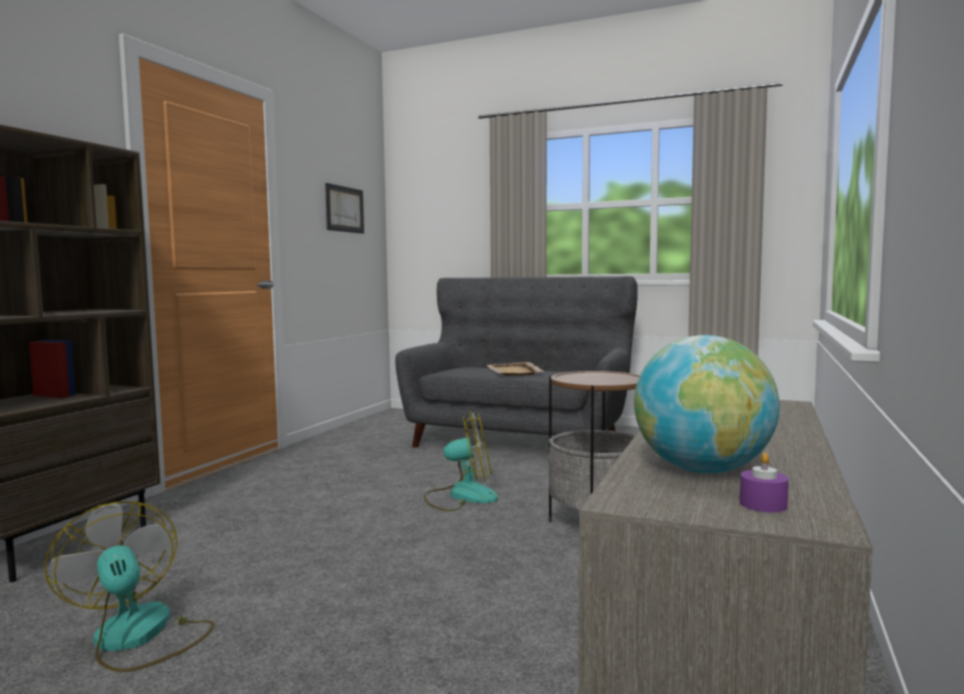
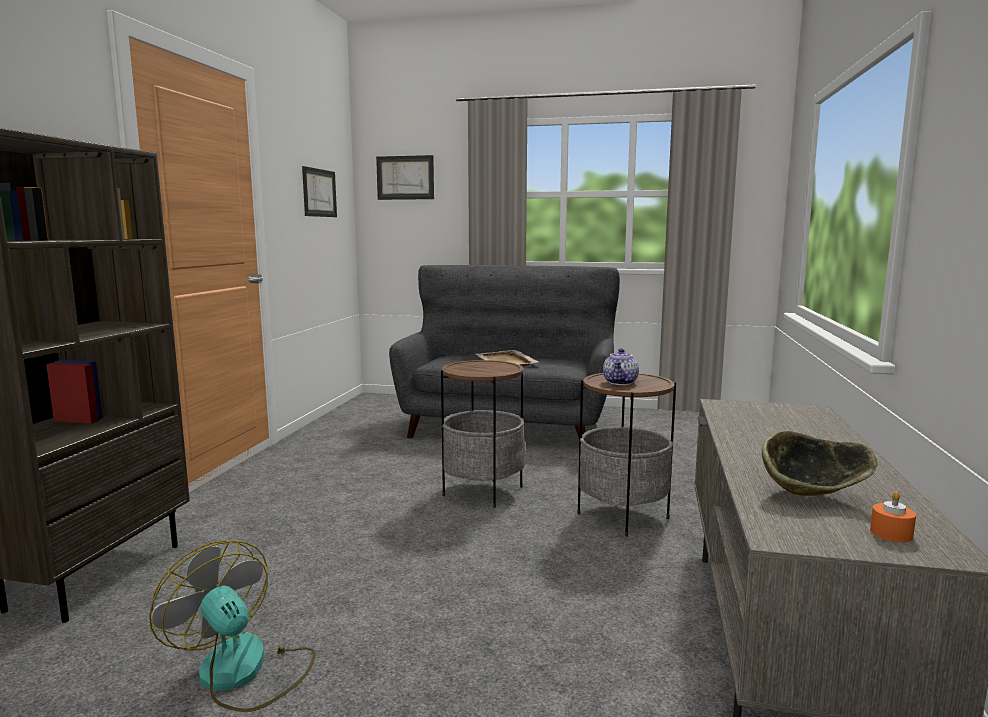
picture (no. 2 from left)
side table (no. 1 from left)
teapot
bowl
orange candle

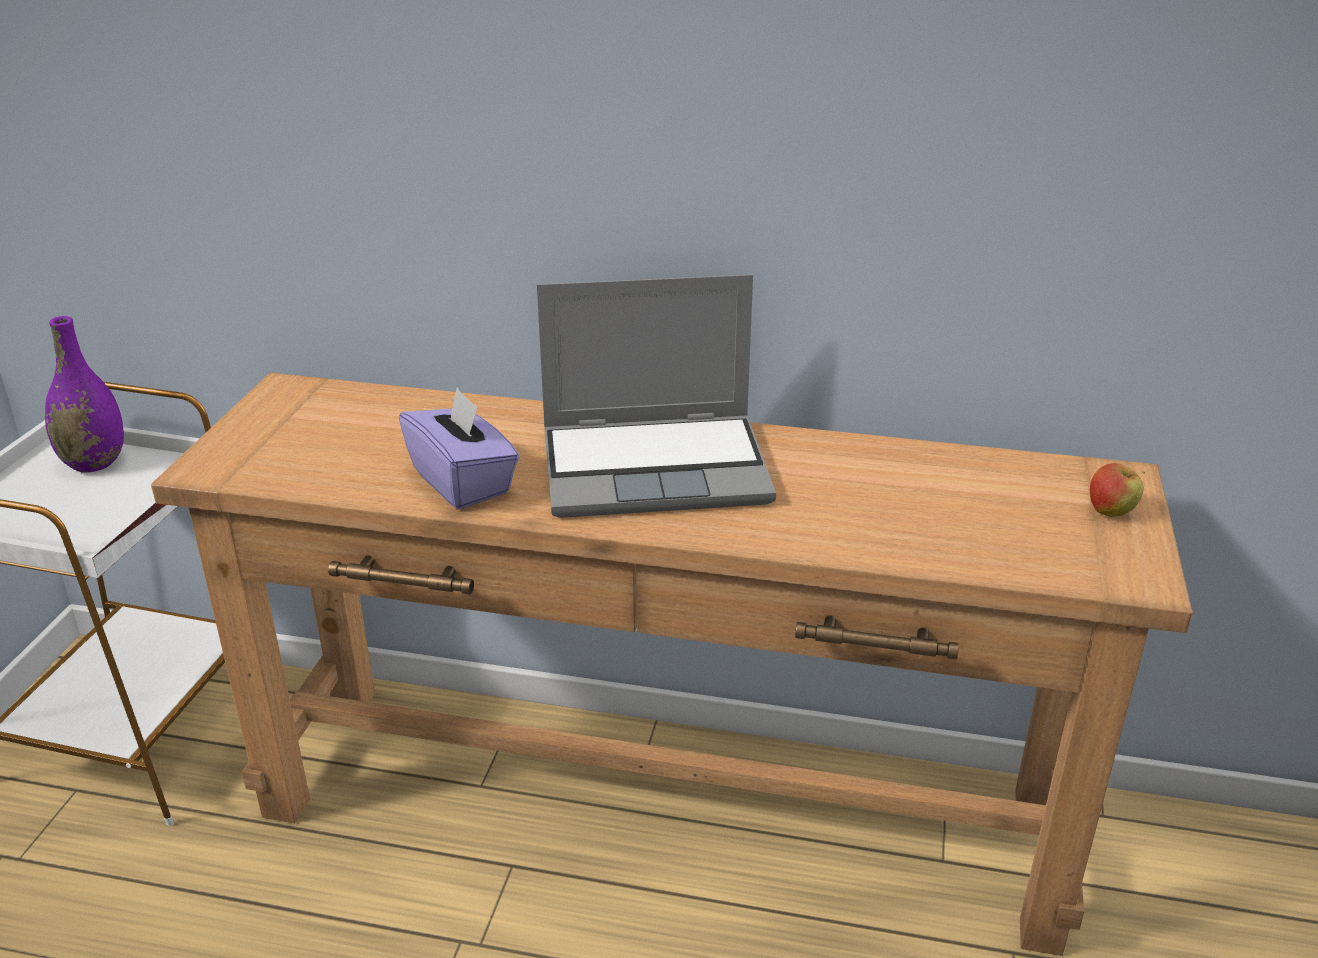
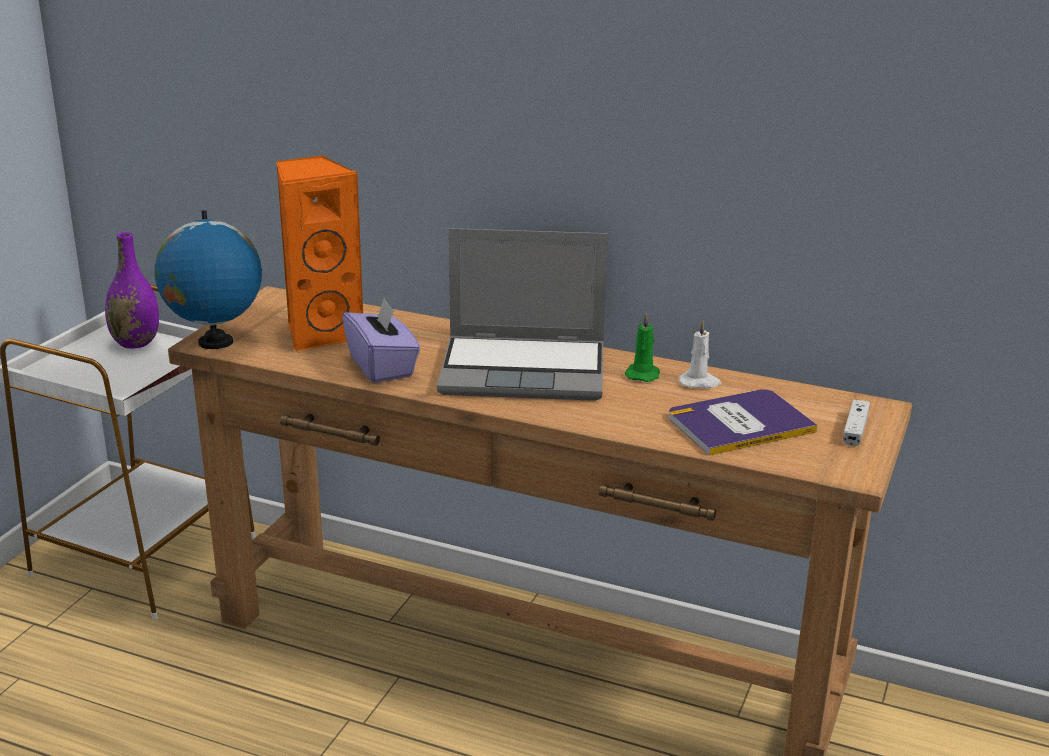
globe
orange speaker
green candle
book
white candle
white game controller

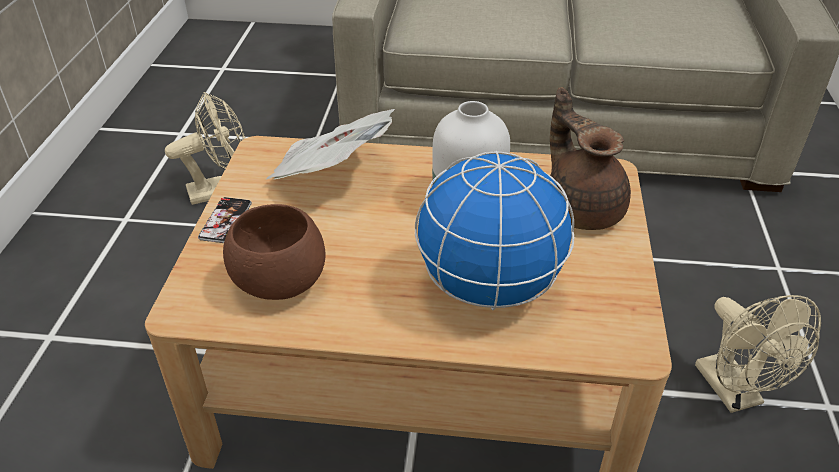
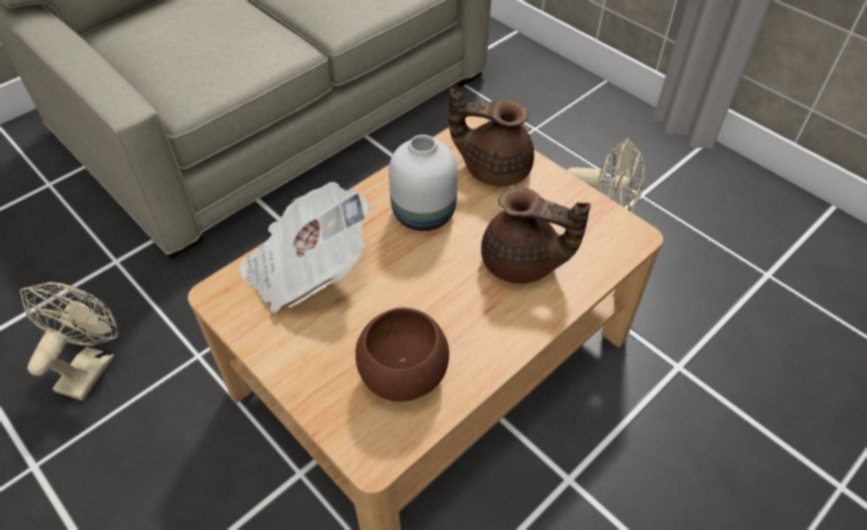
brown teapot (no. 2 from left)
phone

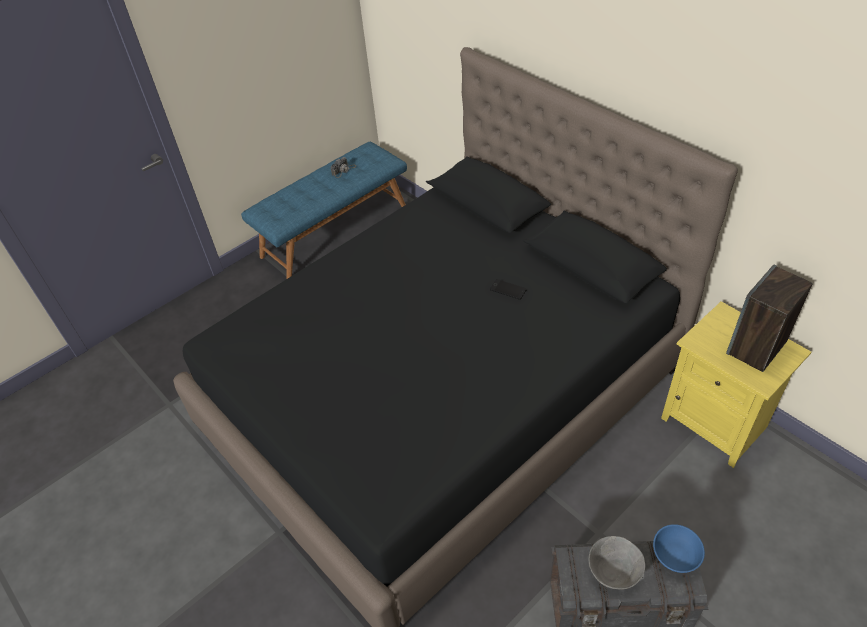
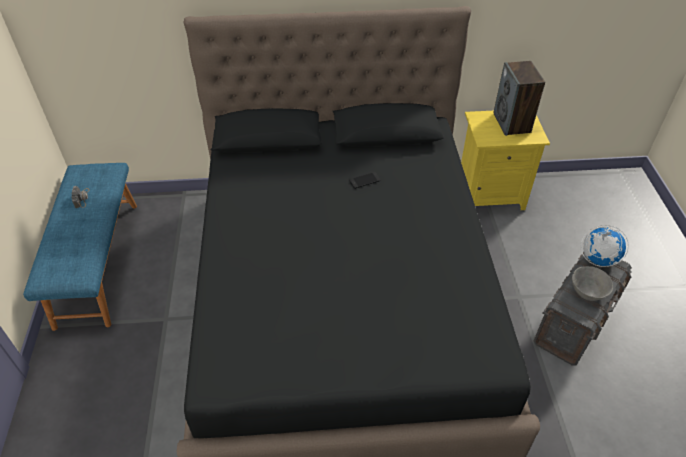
globe

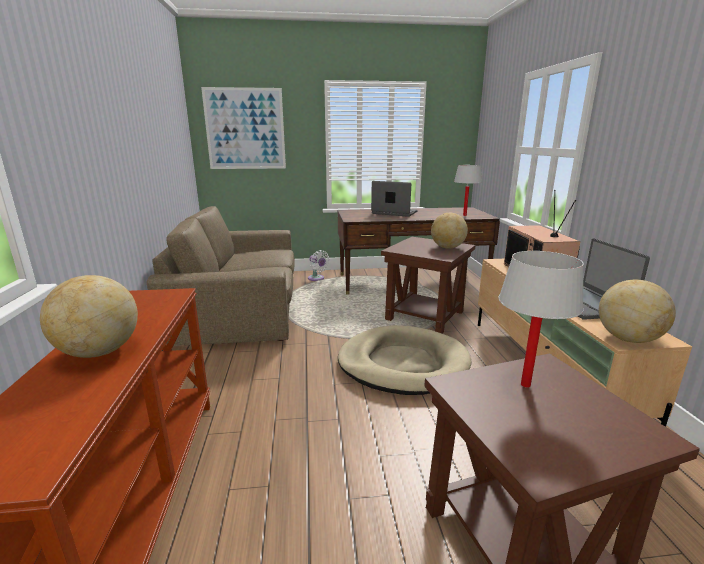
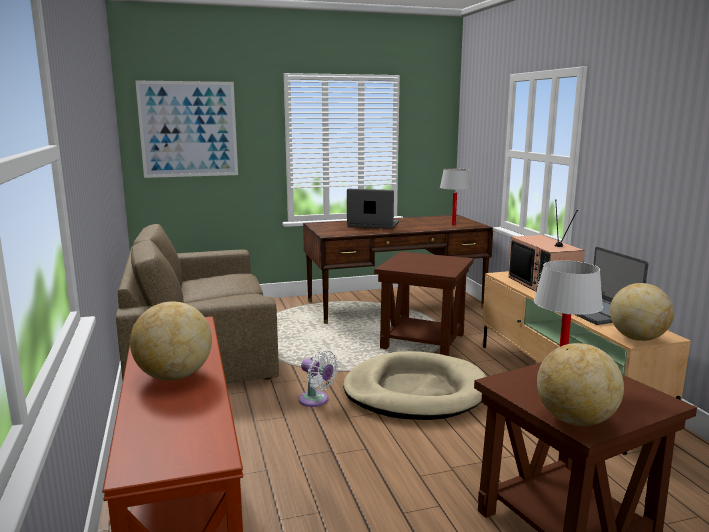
white fan
globe (no. 2 from left)

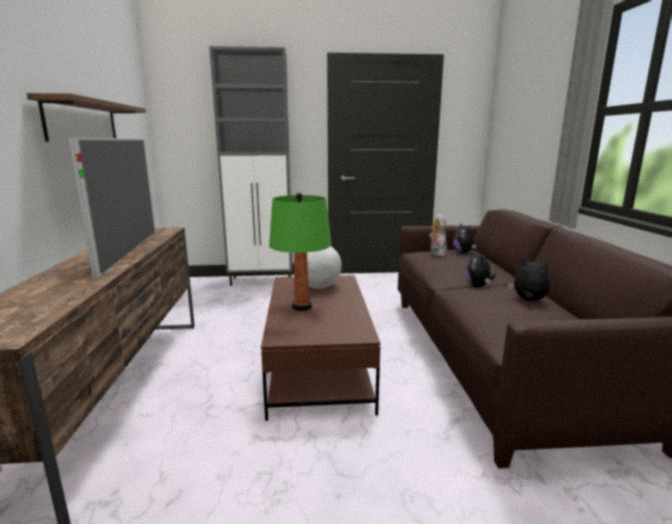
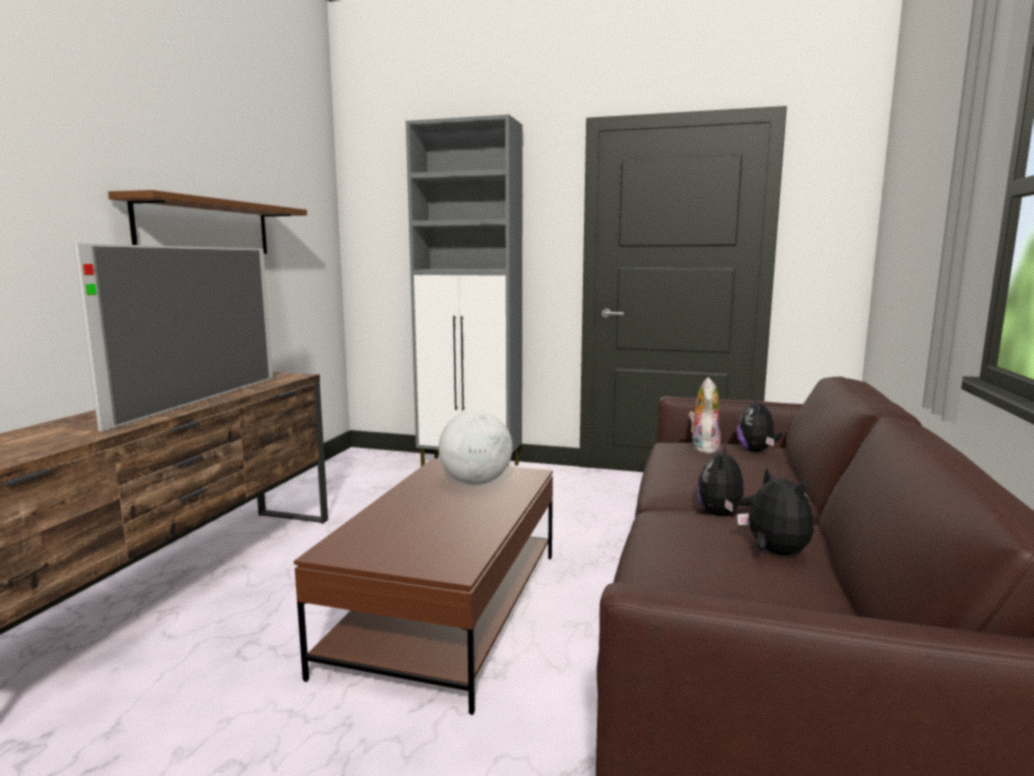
green table lamp

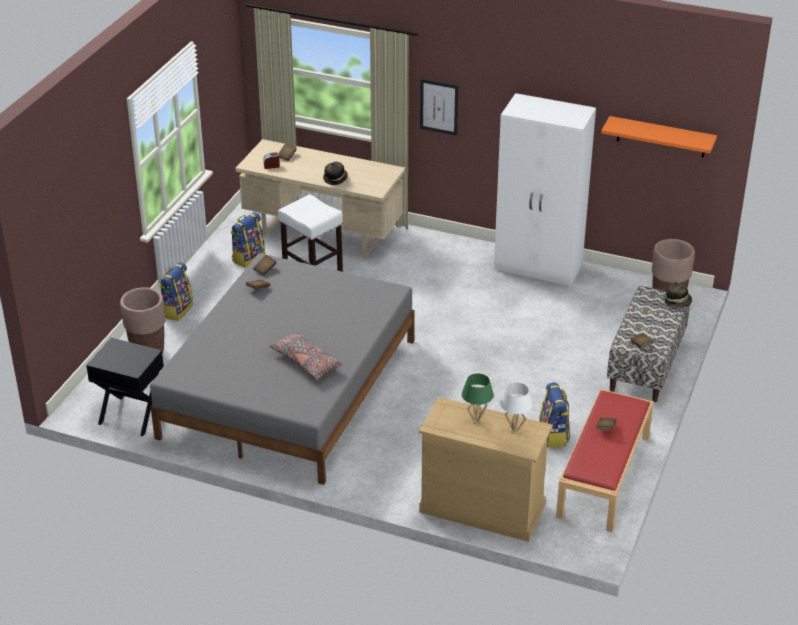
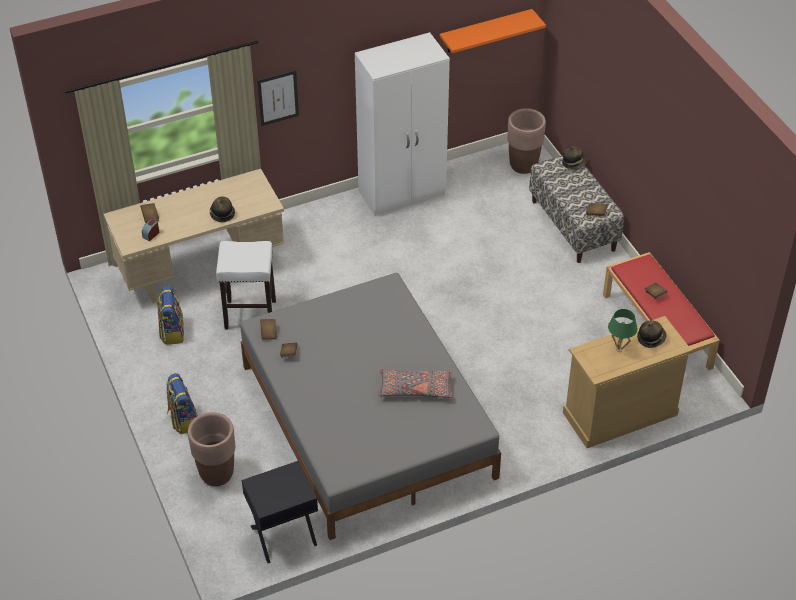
hat (no. 3 from left)
backpack (no. 3 from left in the first image)

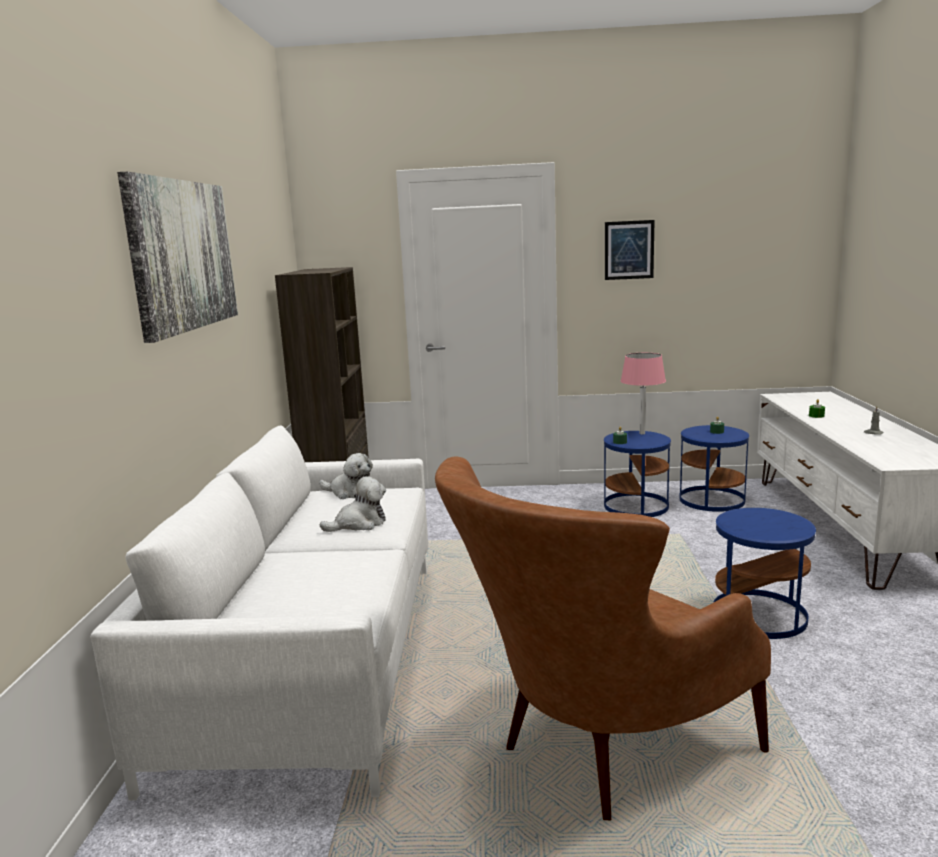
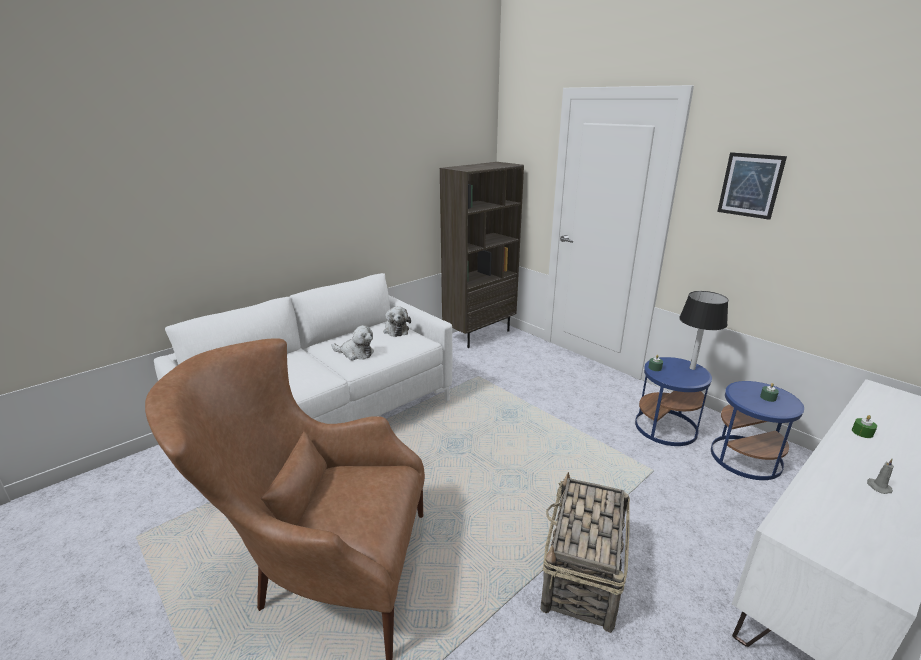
basket
black table lamp
picture (no. 1 from left in the first image)

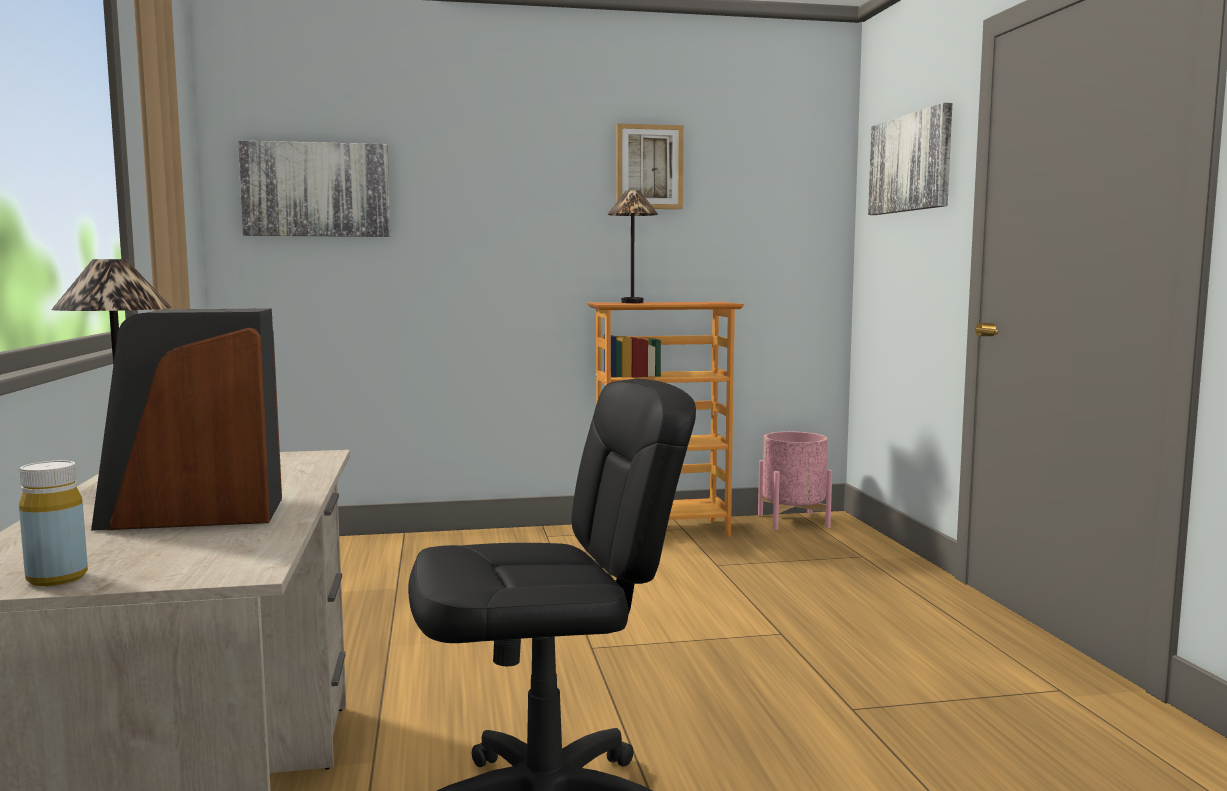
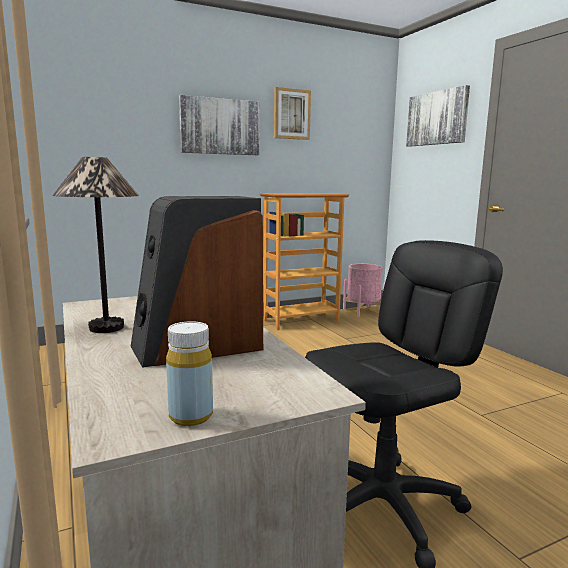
picture (no. 1 from left)
table lamp (no. 2 from left in the first image)

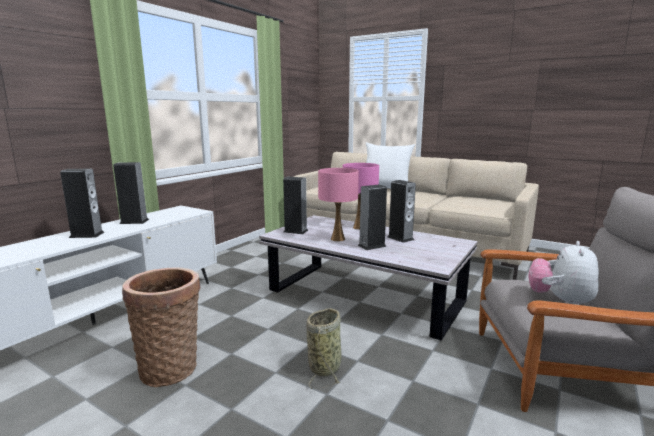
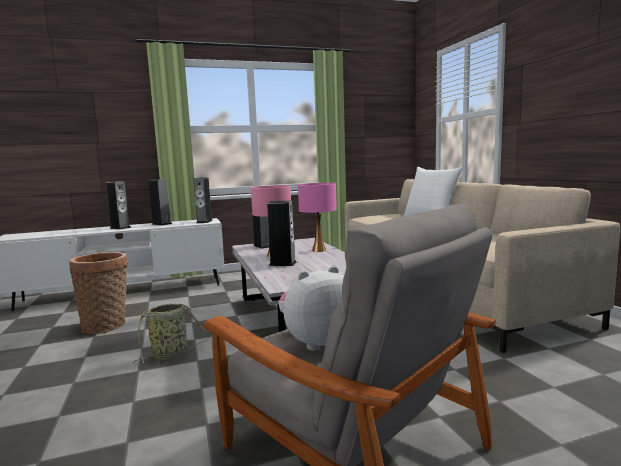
speaker (no. 3 from left)

